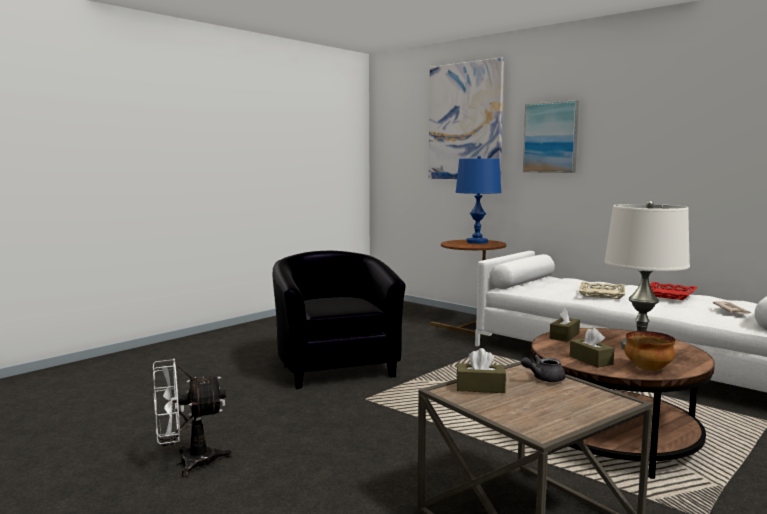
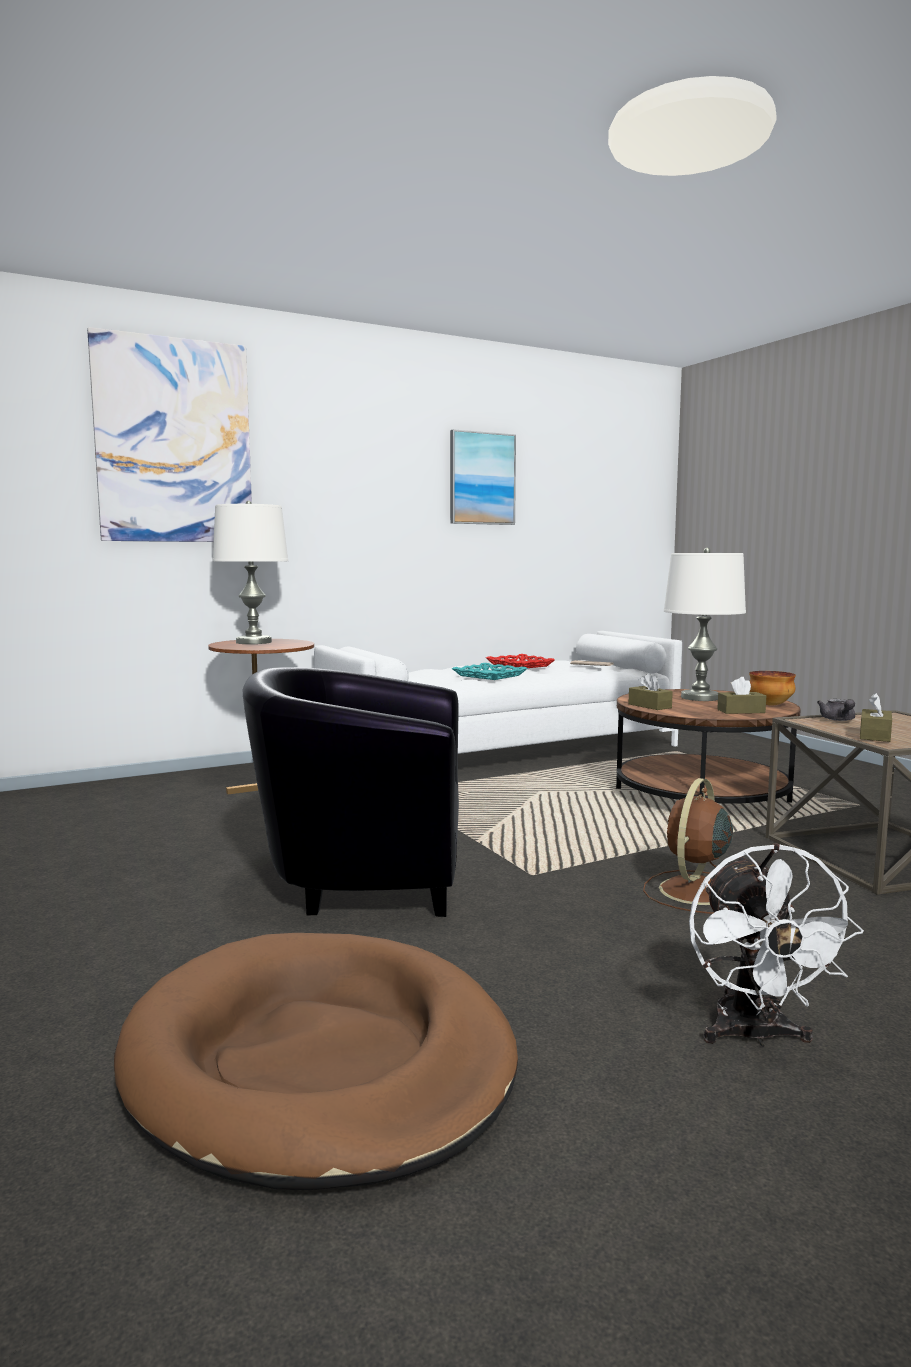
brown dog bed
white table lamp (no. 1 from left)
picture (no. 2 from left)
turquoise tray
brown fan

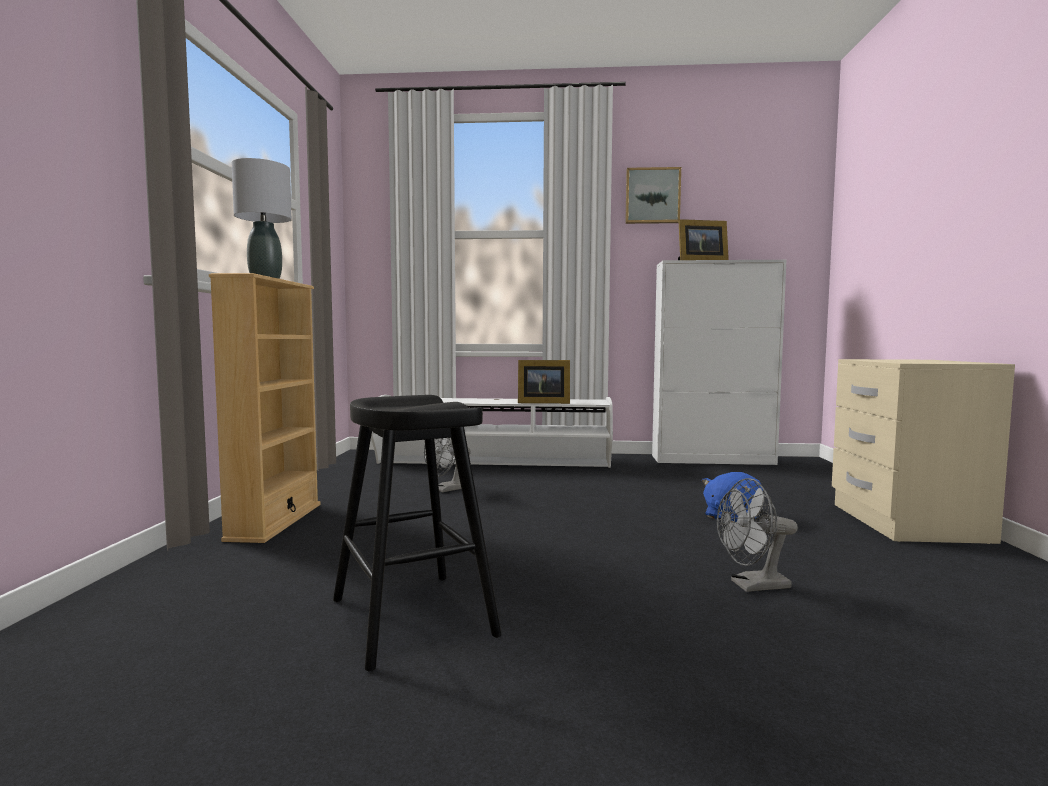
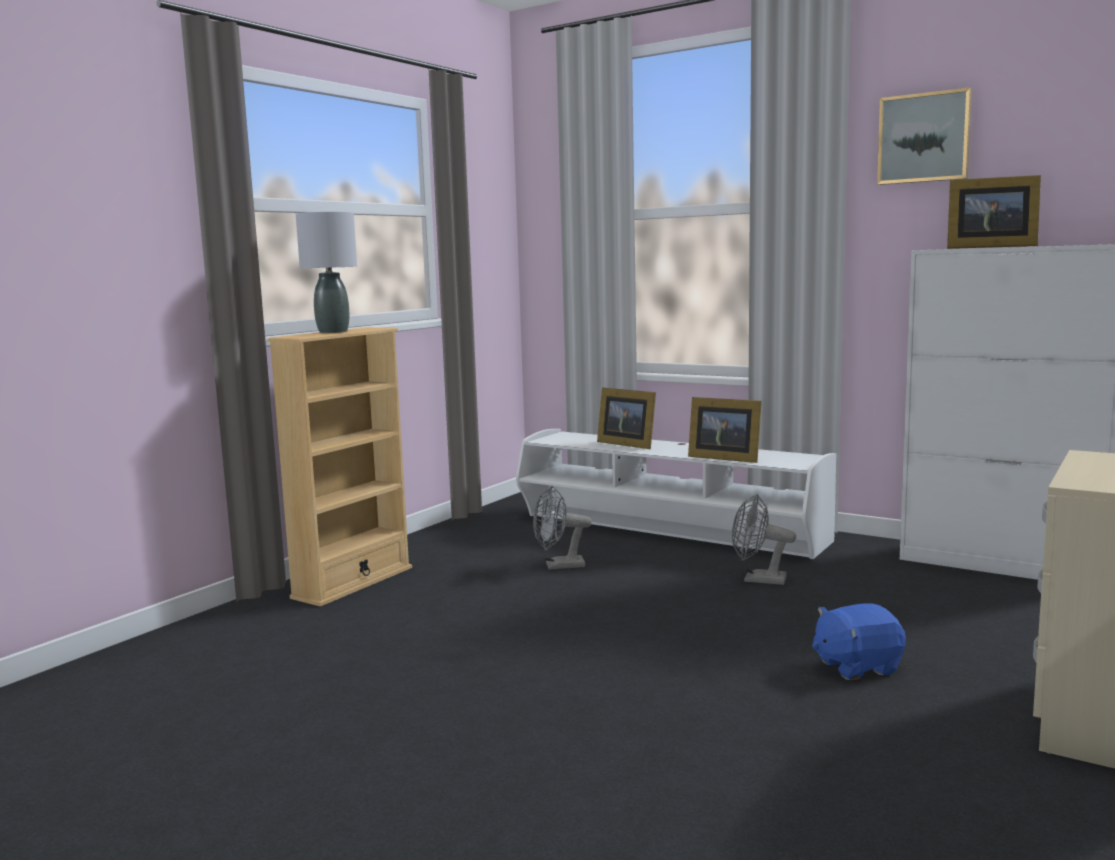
picture frame (no. 1 from left)
grey fan (no. 2 from left)
black stool

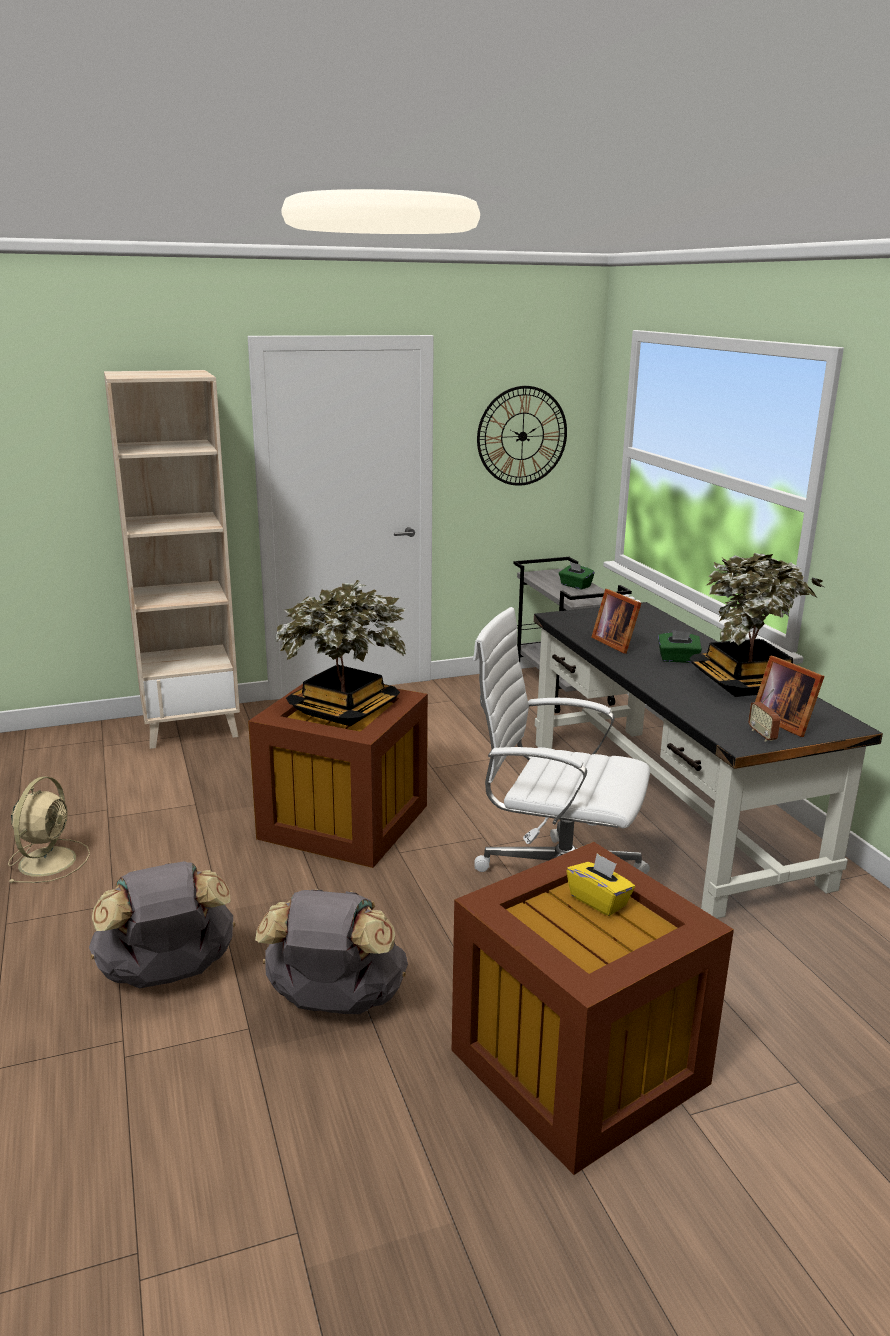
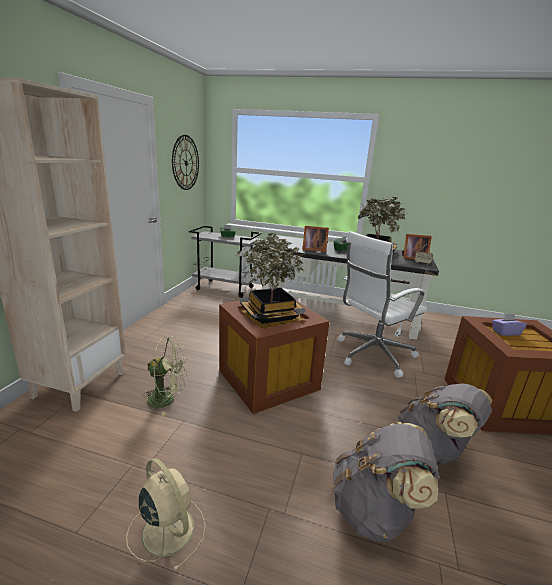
green fan
purple tissue box

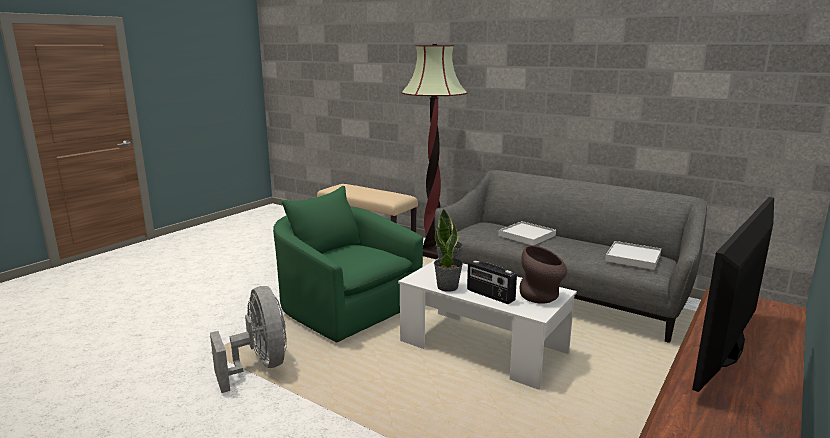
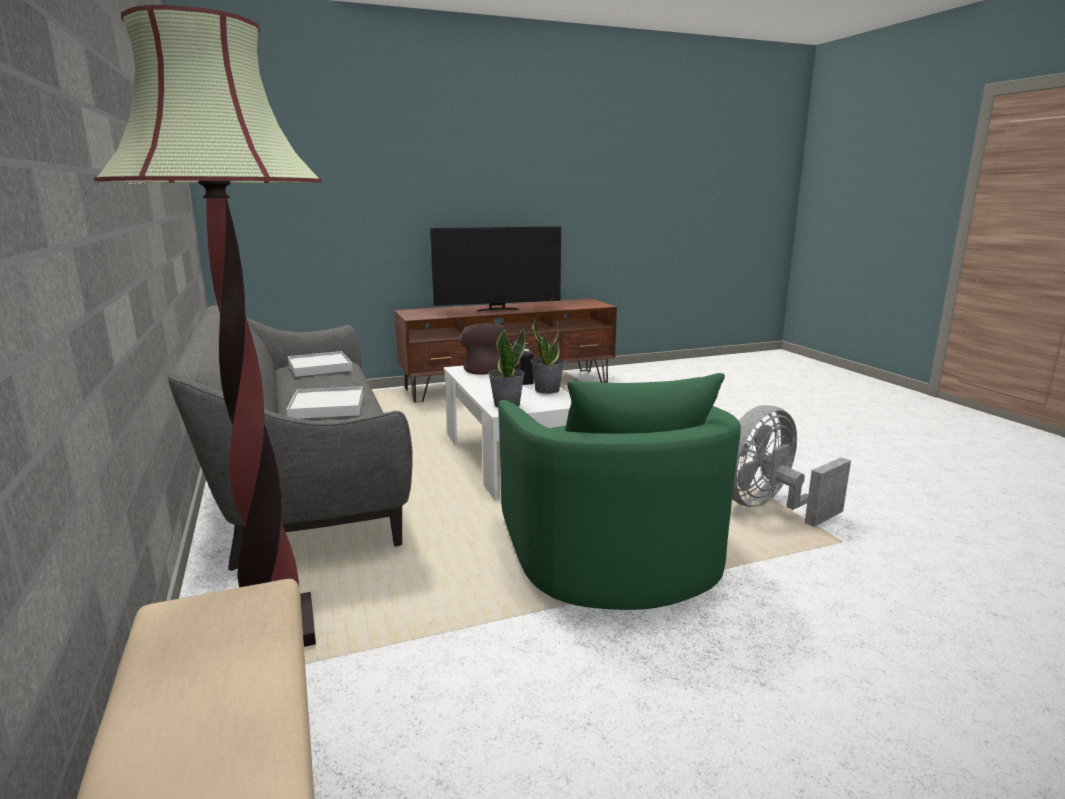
grey fan

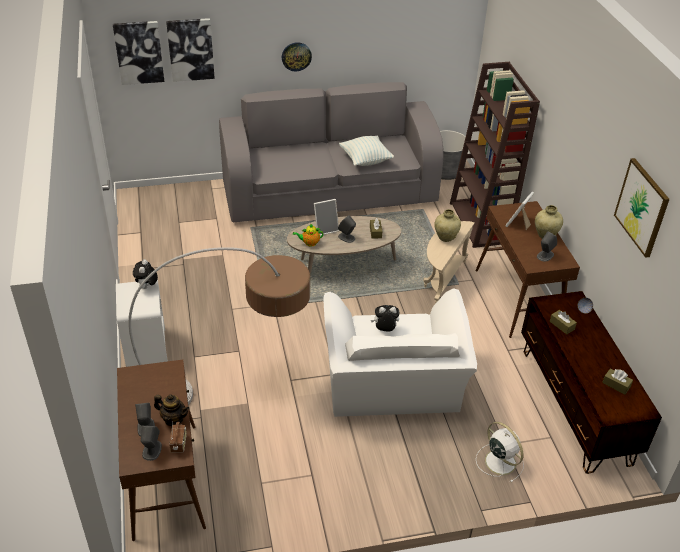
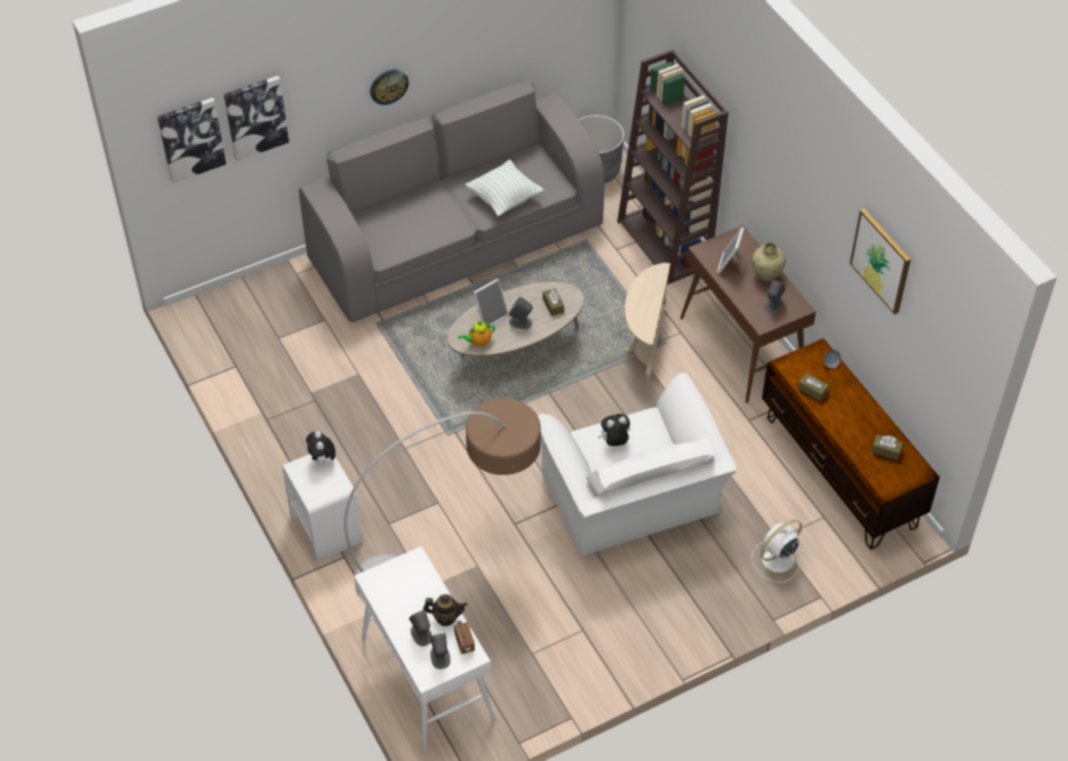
white console table
white fan
beige vase (no. 1 from left in the first image)

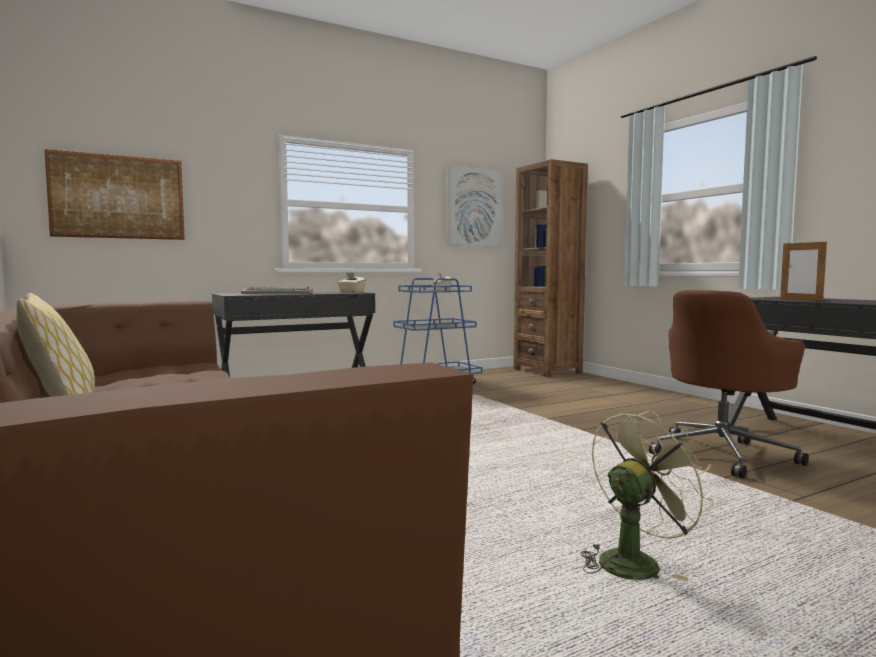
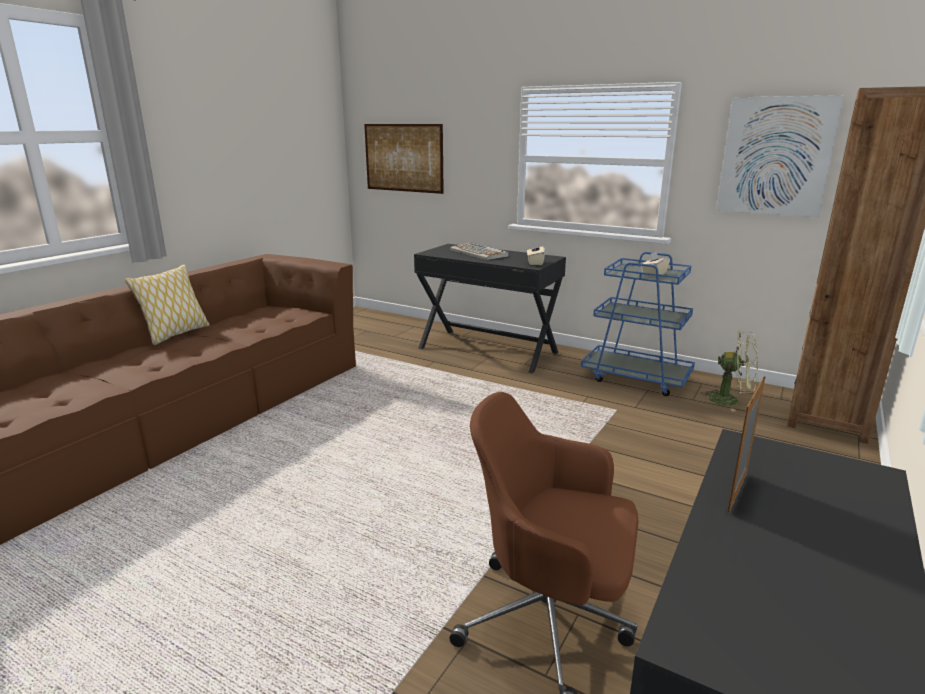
green fan

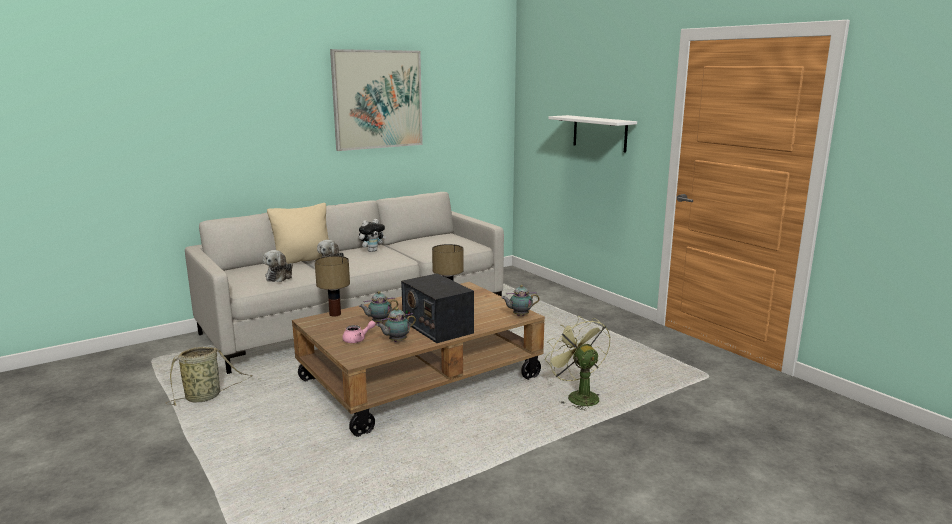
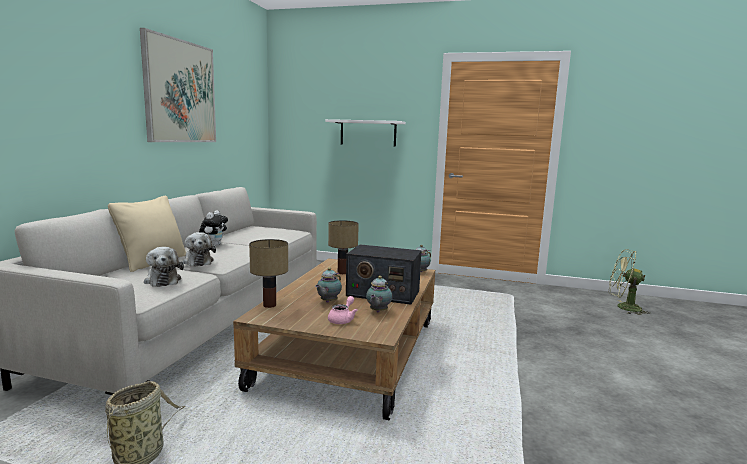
green fan

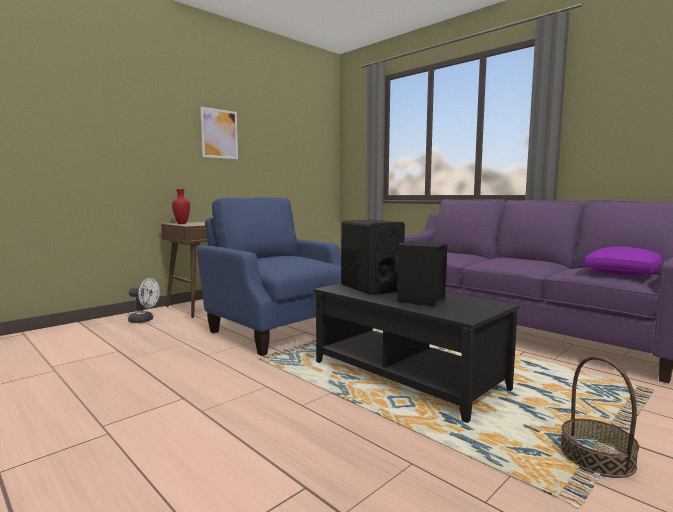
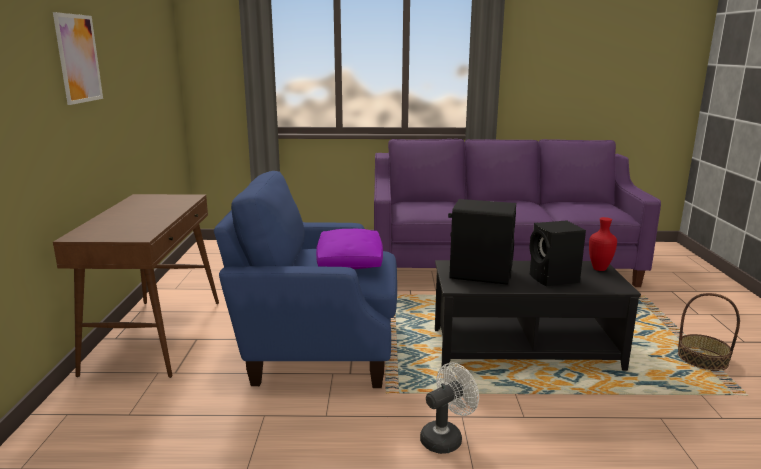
purple pillow
white fan
red vase

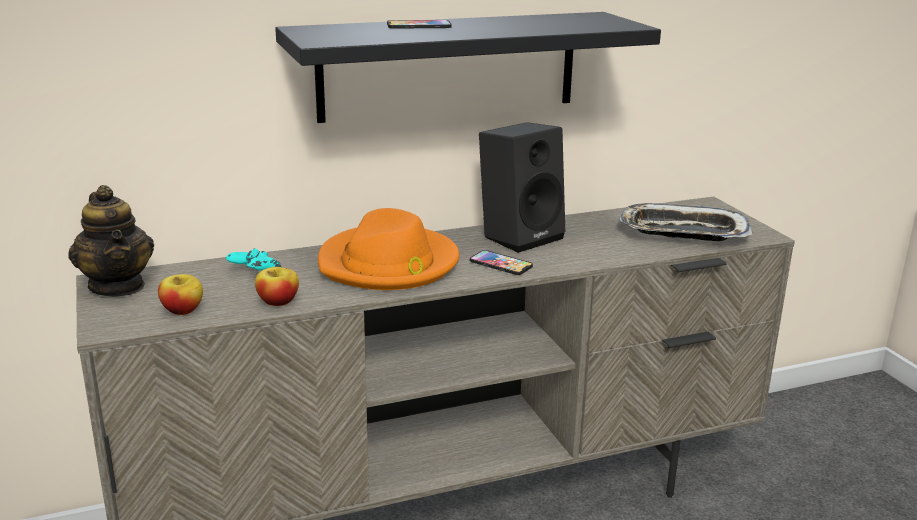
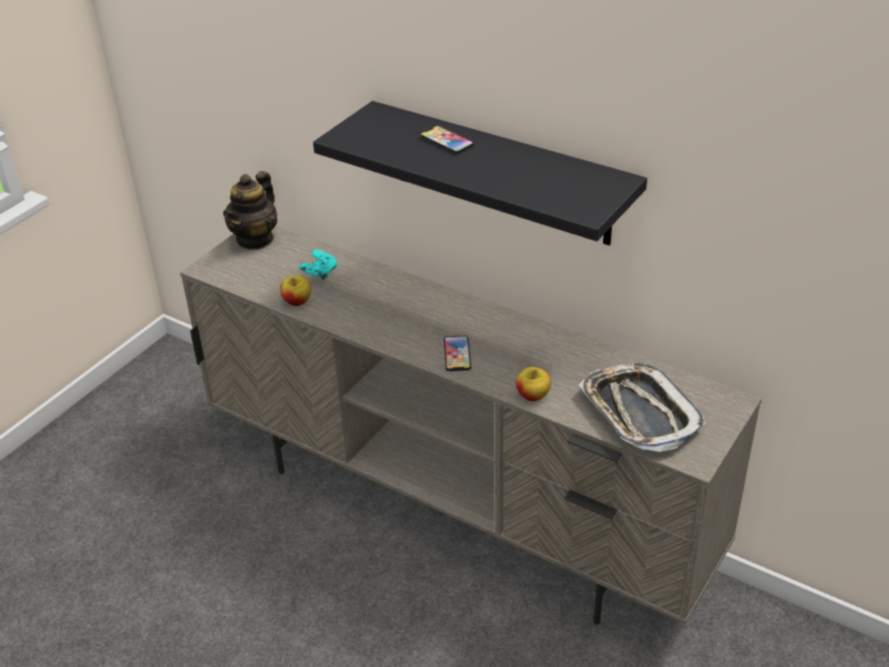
apple (no. 2 from left)
orange hat
black speaker

